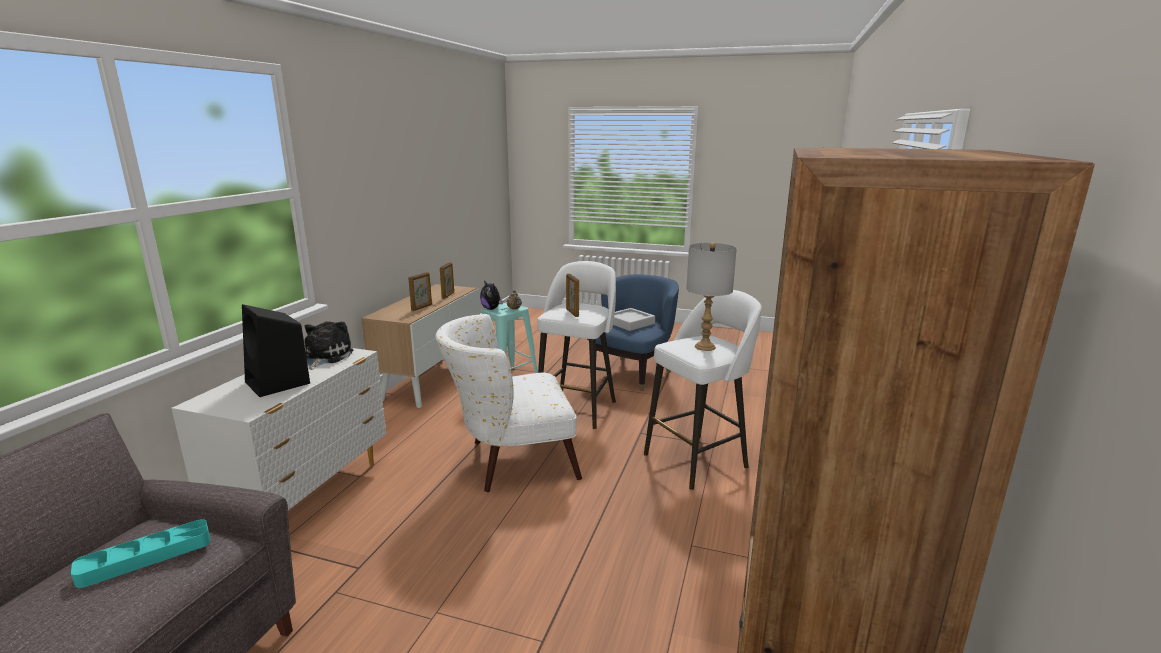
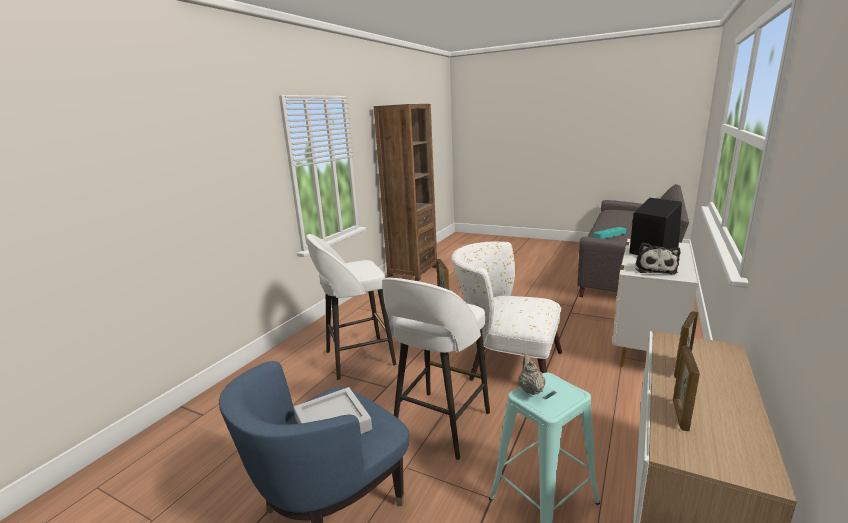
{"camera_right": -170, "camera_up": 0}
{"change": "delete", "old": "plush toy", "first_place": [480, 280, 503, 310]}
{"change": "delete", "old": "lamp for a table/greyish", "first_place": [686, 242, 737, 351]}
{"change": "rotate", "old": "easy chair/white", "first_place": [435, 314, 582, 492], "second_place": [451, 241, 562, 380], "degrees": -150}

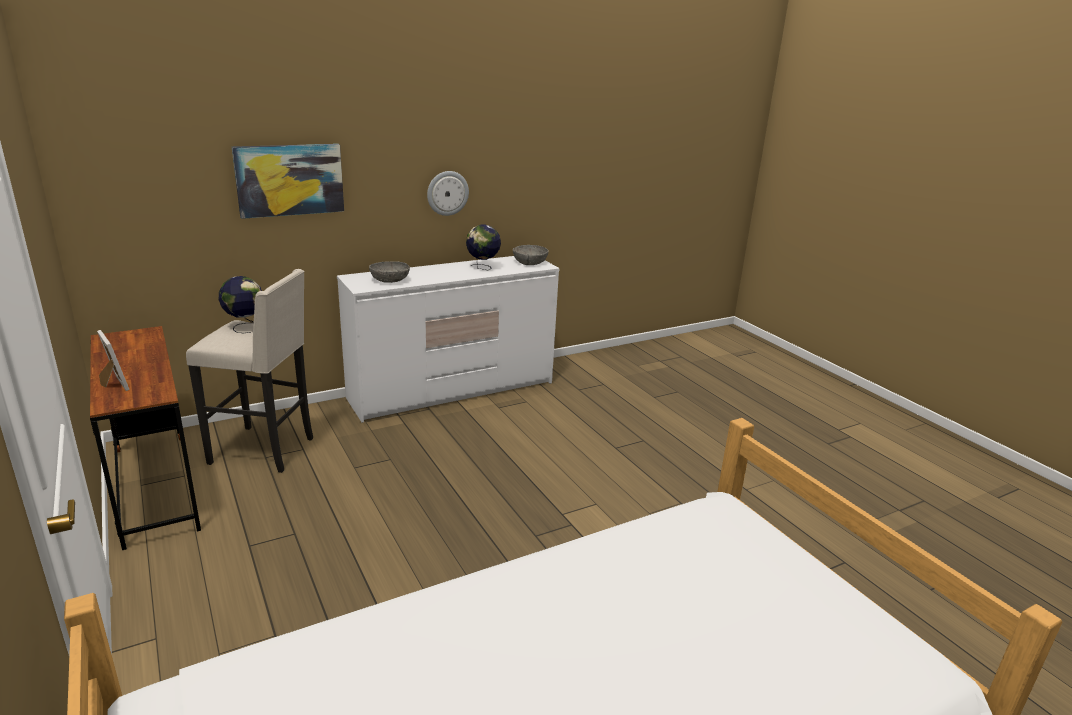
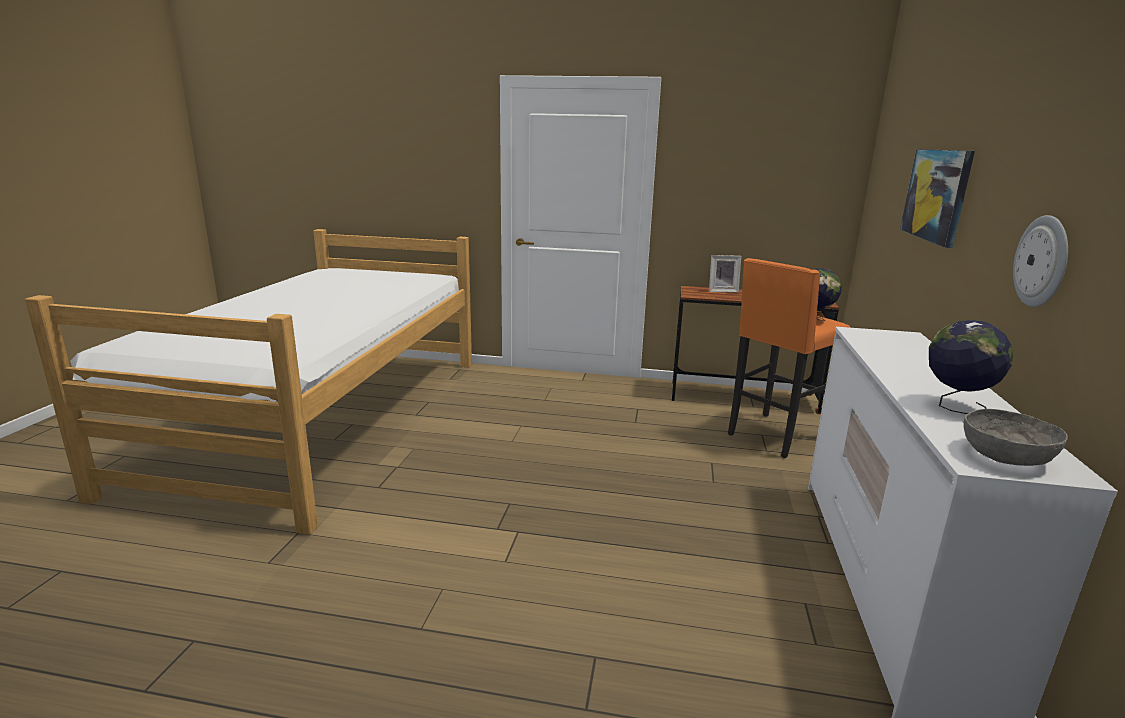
{"camera_right": 130, "camera_up": -5}
{"change": "delete", "old": "serving bowl/greyish", "first_place": [369, 261, 410, 283]}
{"change": "recolor", "old": "stool seat/beige", "new": "stool seat/orangey", "first_place": [186, 269, 313, 473], "second_place": [728, 258, 850, 458]}

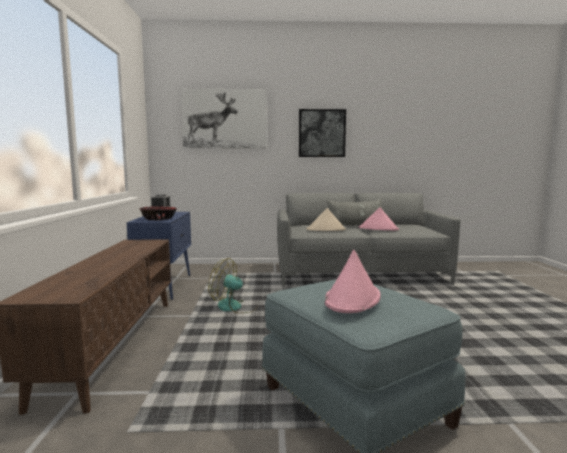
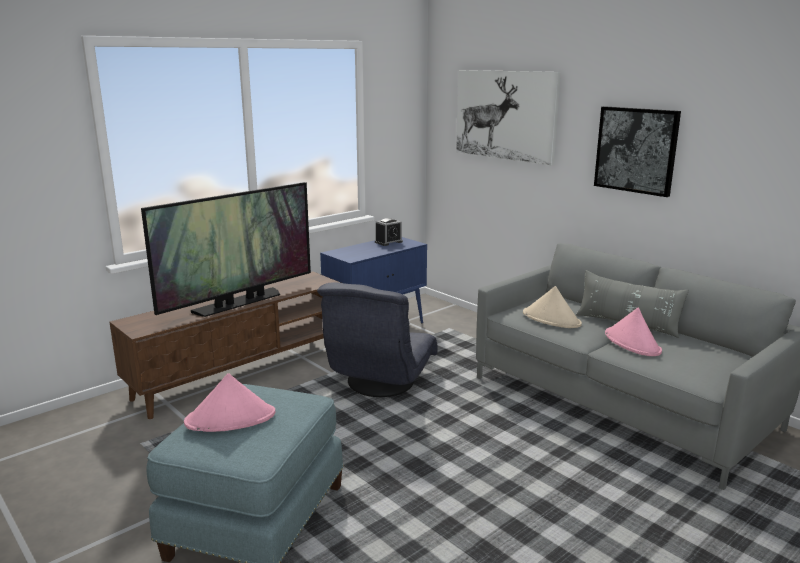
{"camera_right": 50, "camera_up": 10}
{"change": "delete", "old": "serving bowl", "first_place": [140, 206, 177, 220]}
{"change": "insert", "new": "TV", "second_place": [141, 182, 311, 317]}
{"change": "replace", "old": "electric fan", "new": "easy chair/greyish", "first_place": [208, 258, 258, 313], "second_place": [317, 282, 438, 397]}

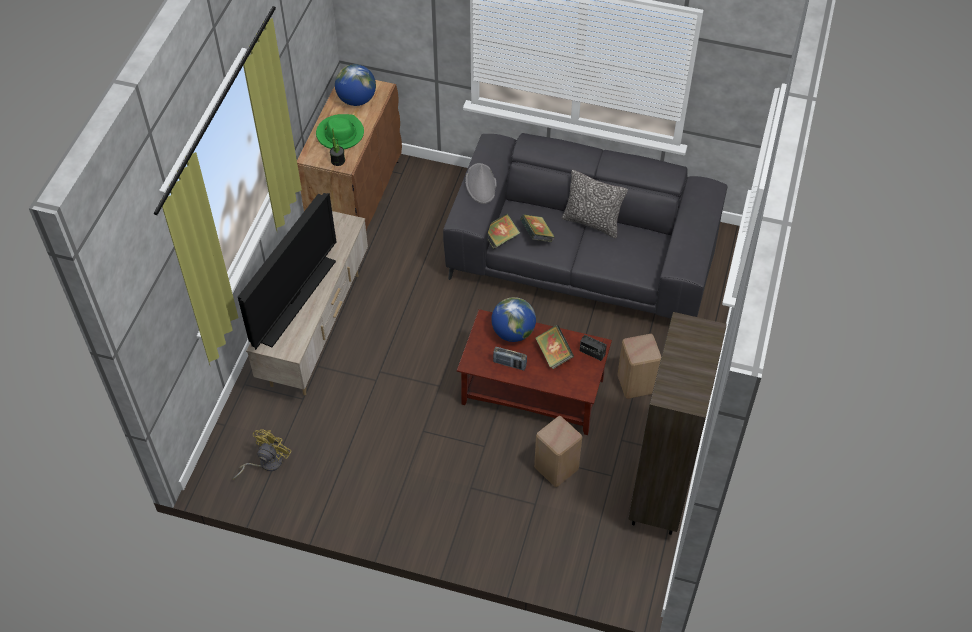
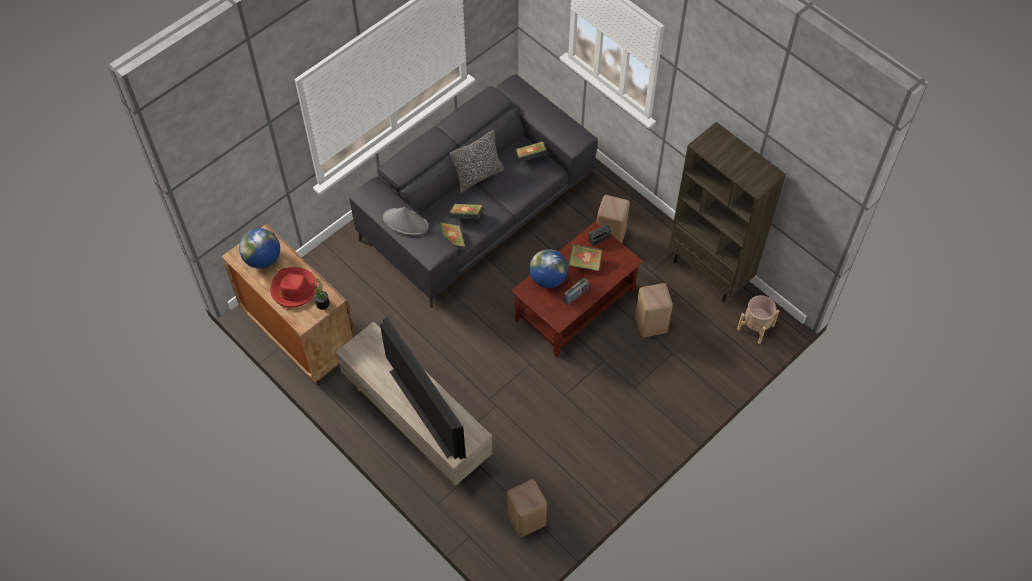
{"camera_right": -60, "camera_up": 5}
{"change": "insert", "new": "bound book", "second_place": [516, 142, 547, 163]}
{"change": "insert", "new": "plant pot/beige", "second_place": [737, 295, 779, 344]}
{"change": "replace", "old": "electric fan/yellow-coloured", "new": "stool seat/beige", "first_place": [233, 429, 292, 480], "second_place": [507, 479, 547, 537]}
{"change": "recolor", "old": "clothing hat/green", "new": "clothing hat/reddish", "first_place": [316, 114, 364, 149], "second_place": [270, 267, 317, 308]}

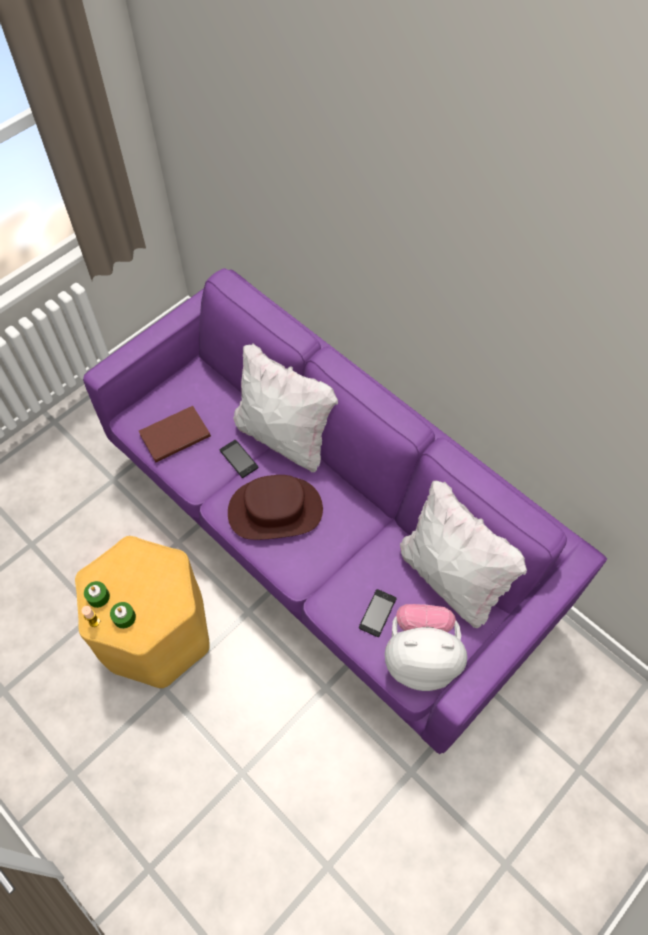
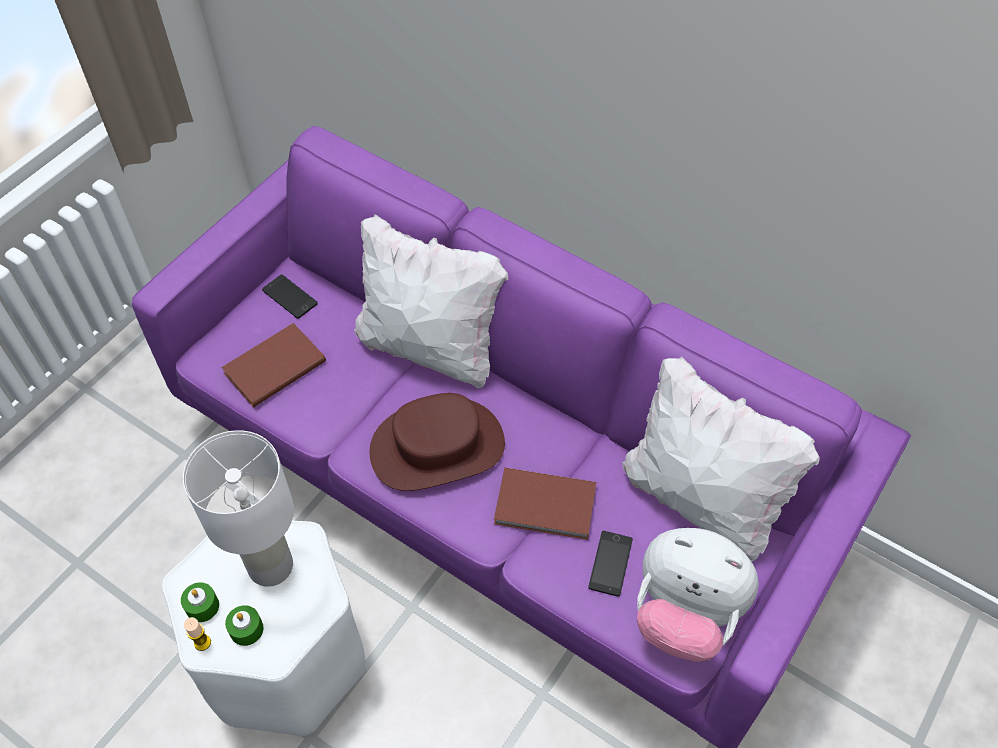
{"camera_right": -10, "camera_up": -5}
{"change": "insert", "new": "lamp for a table/white", "second_place": [183, 430, 294, 587]}
{"change": "insert", "new": "bound book/brown-coloured", "second_place": [494, 468, 596, 540]}
{"change": "move", "old": "phone", "first_place": [220, 440, 259, 478], "second_place": [262, 274, 318, 319]}
{"change": "recolor", "old": "stool seat/yellow-coloured", "new": "stool seat/white", "first_place": [75, 536, 210, 688], "second_place": [162, 520, 366, 736]}
{"change": "rotate", "old": "plush toy", "first_place": [385, 604, 467, 691], "second_place": [637, 528, 759, 662], "degrees": -150}

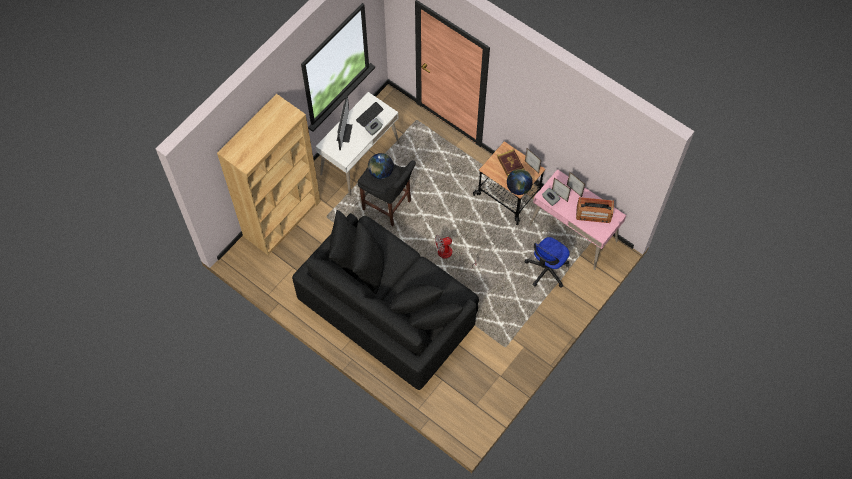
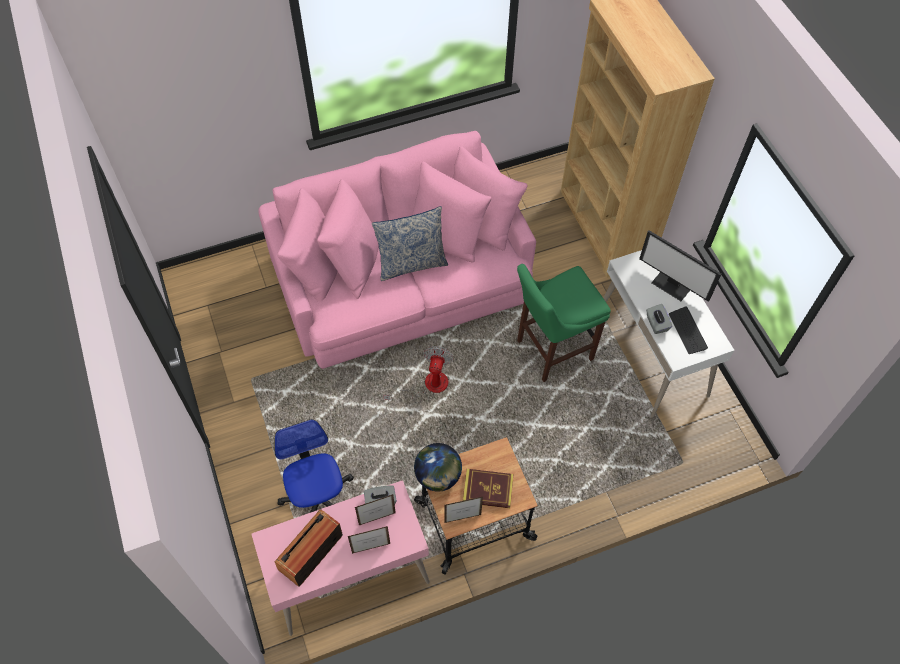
{"camera_right": 120, "camera_up": -5}
{"change": "delete", "old": "world globe", "first_place": [368, 153, 394, 179]}
{"change": "insert", "new": "pillow", "second_place": [372, 206, 448, 281]}
{"change": "recolor", "old": "settee/black", "new": "settee/pink-coloured", "first_place": [292, 210, 479, 390], "second_place": [258, 131, 536, 369]}
{"change": "recolor", "old": "stool seat/black", "new": "stool seat/green", "first_place": [358, 160, 416, 226], "second_place": [517, 264, 611, 382]}

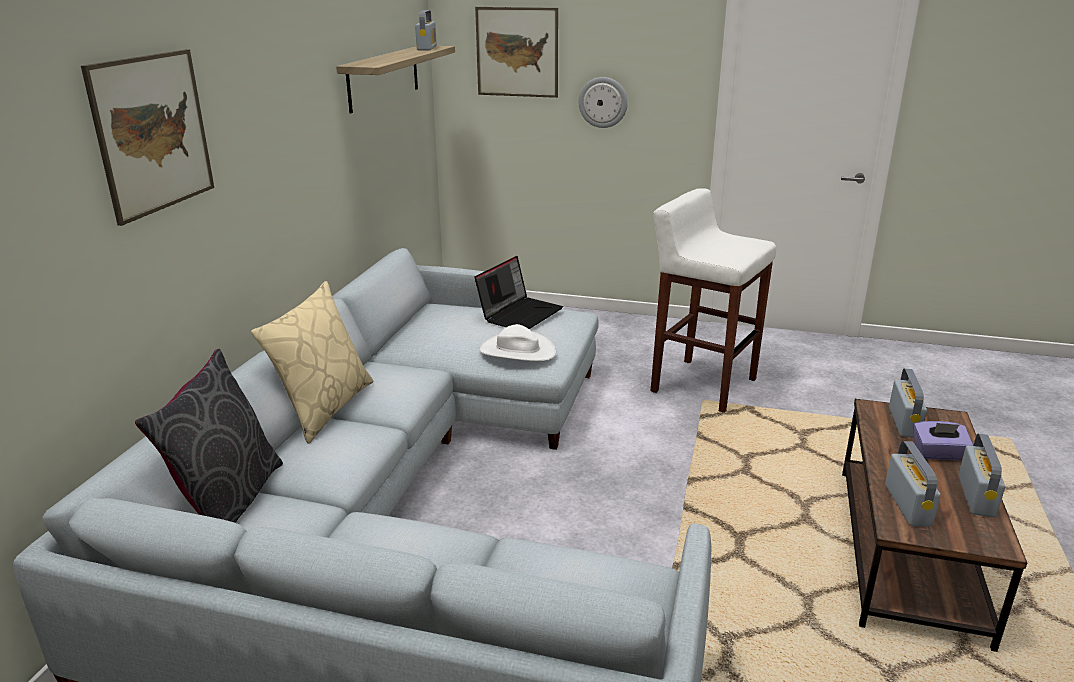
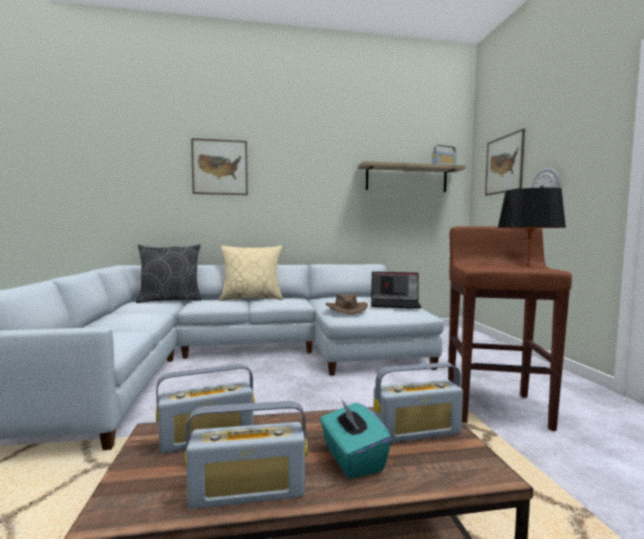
{"camera_right": 65, "camera_up": -20}
{"change": "insert", "new": "lamp for a table/black", "second_place": [497, 188, 566, 267]}
{"change": "recolor", "old": "clothing hat/white", "new": "clothing hat/brown-coloured", "first_place": [480, 324, 556, 361], "second_place": [326, 294, 368, 314]}
{"change": "recolor", "old": "stool seat/white", "new": "stool seat/brown-coloured", "first_place": [651, 188, 776, 413], "second_place": [448, 226, 572, 431]}
{"change": "recolor", "old": "tissue holder/purple", "new": "tissue holder/blue-green", "first_place": [913, 421, 973, 460], "second_place": [320, 398, 392, 479]}

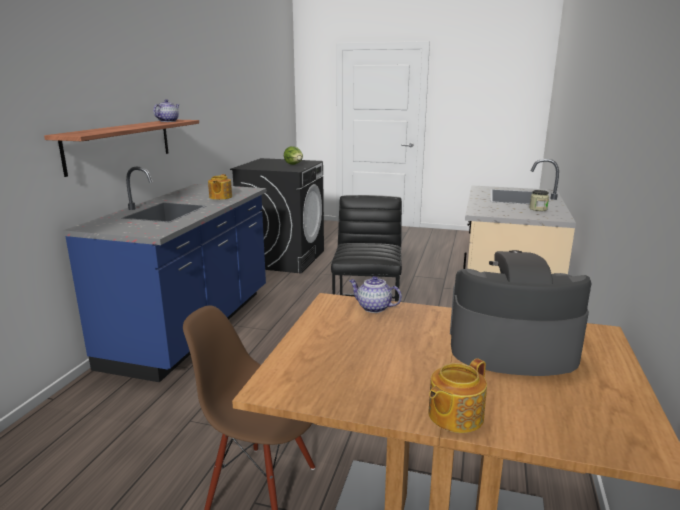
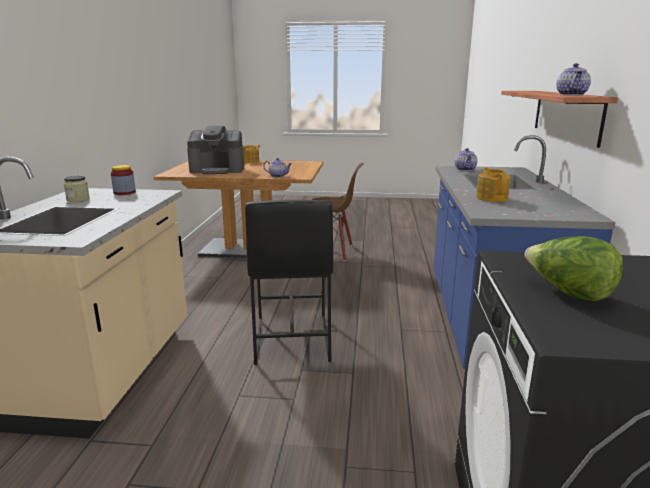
{"camera_right": 170, "camera_up": 0}
{"change": "insert", "new": "storage jar", "second_place": [111, 165, 136, 195]}
{"change": "insert", "new": "teapot", "second_place": [455, 148, 478, 171]}

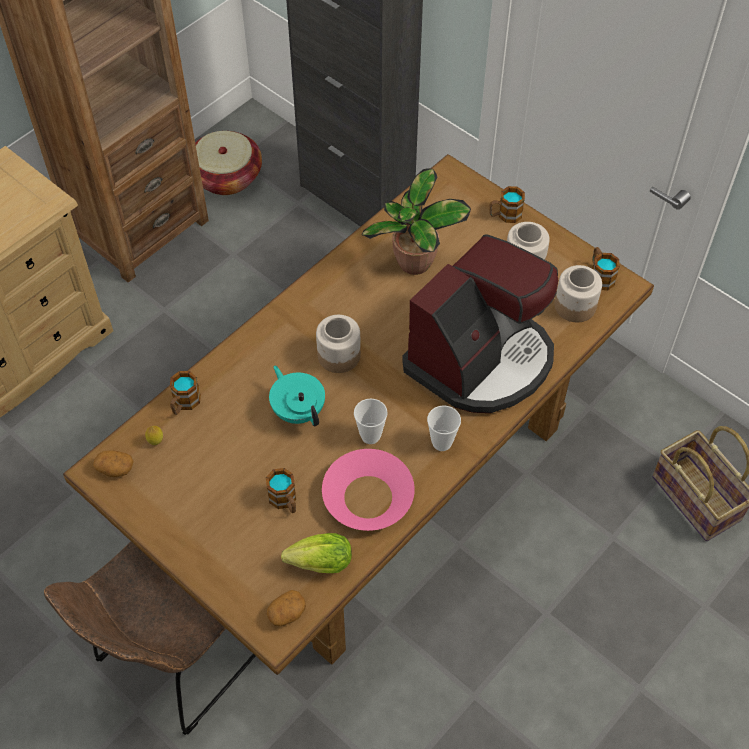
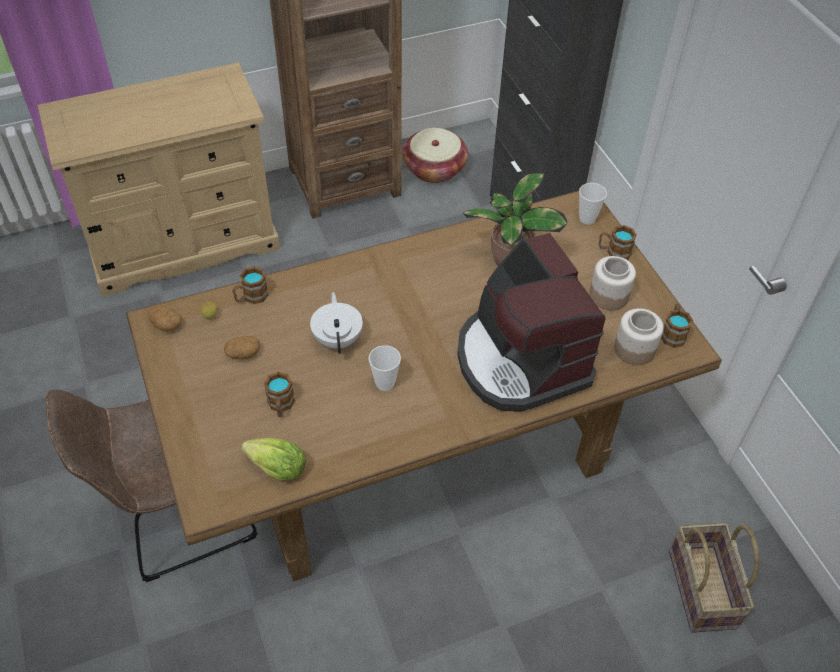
{"camera_right": 25, "camera_up": -5}
{"change": "delete", "old": "storage jar", "first_place": [316, 315, 361, 373]}
{"change": "delete", "old": "serving bowl/pink-coloured", "first_place": [322, 449, 415, 531]}
{"change": "move", "old": "whole potato", "first_place": [267, 590, 306, 626], "second_place": [224, 336, 260, 360]}
{"change": "move", "old": "small cup", "first_place": [427, 405, 461, 451], "second_place": [579, 183, 607, 224]}
{"change": "recolor", "old": "teapot/blue-green", "new": "teapot/white", "first_place": [269, 365, 325, 426], "second_place": [310, 292, 363, 354]}
{"change": "rotate", "old": "coffee brewer", "first_place": [402, 235, 558, 413], "second_place": [457, 233, 606, 412], "degrees": 90}

